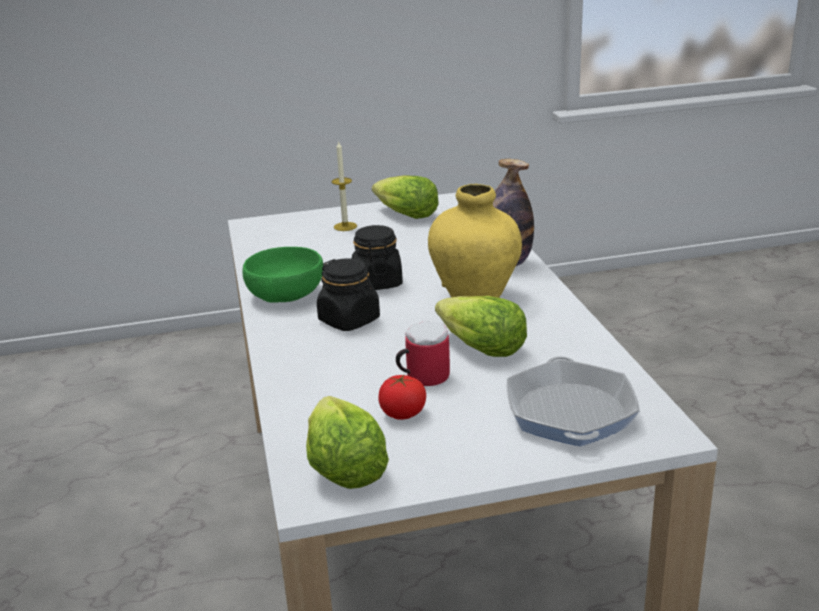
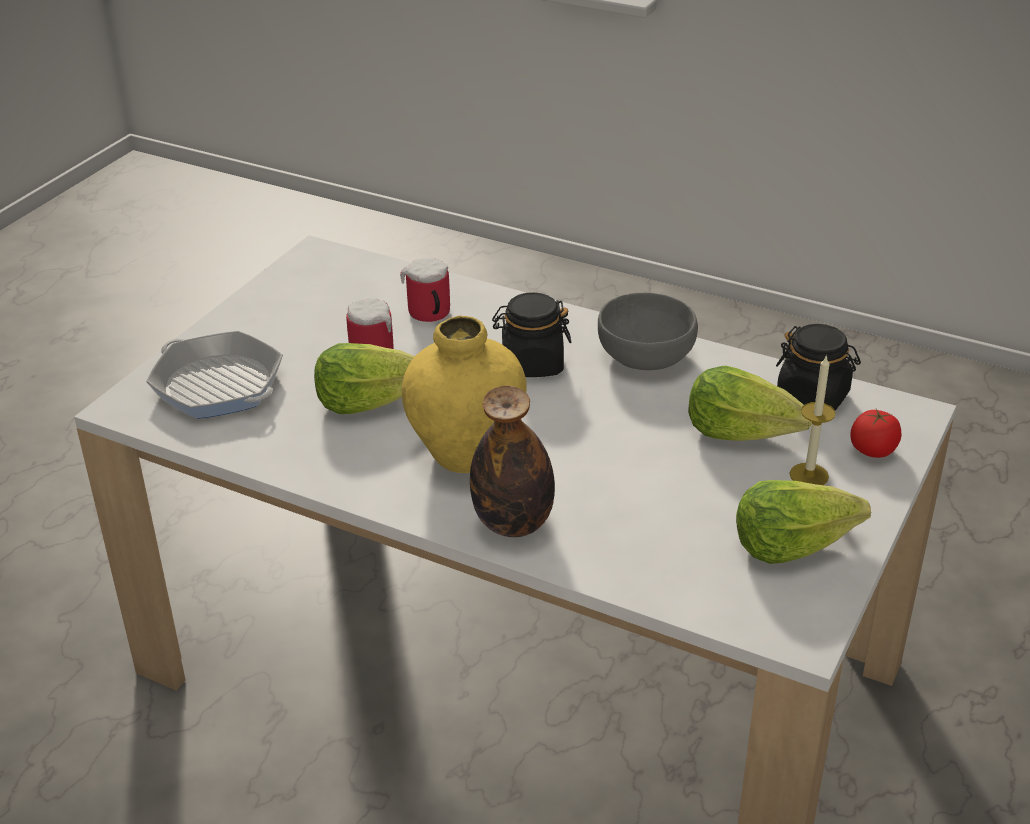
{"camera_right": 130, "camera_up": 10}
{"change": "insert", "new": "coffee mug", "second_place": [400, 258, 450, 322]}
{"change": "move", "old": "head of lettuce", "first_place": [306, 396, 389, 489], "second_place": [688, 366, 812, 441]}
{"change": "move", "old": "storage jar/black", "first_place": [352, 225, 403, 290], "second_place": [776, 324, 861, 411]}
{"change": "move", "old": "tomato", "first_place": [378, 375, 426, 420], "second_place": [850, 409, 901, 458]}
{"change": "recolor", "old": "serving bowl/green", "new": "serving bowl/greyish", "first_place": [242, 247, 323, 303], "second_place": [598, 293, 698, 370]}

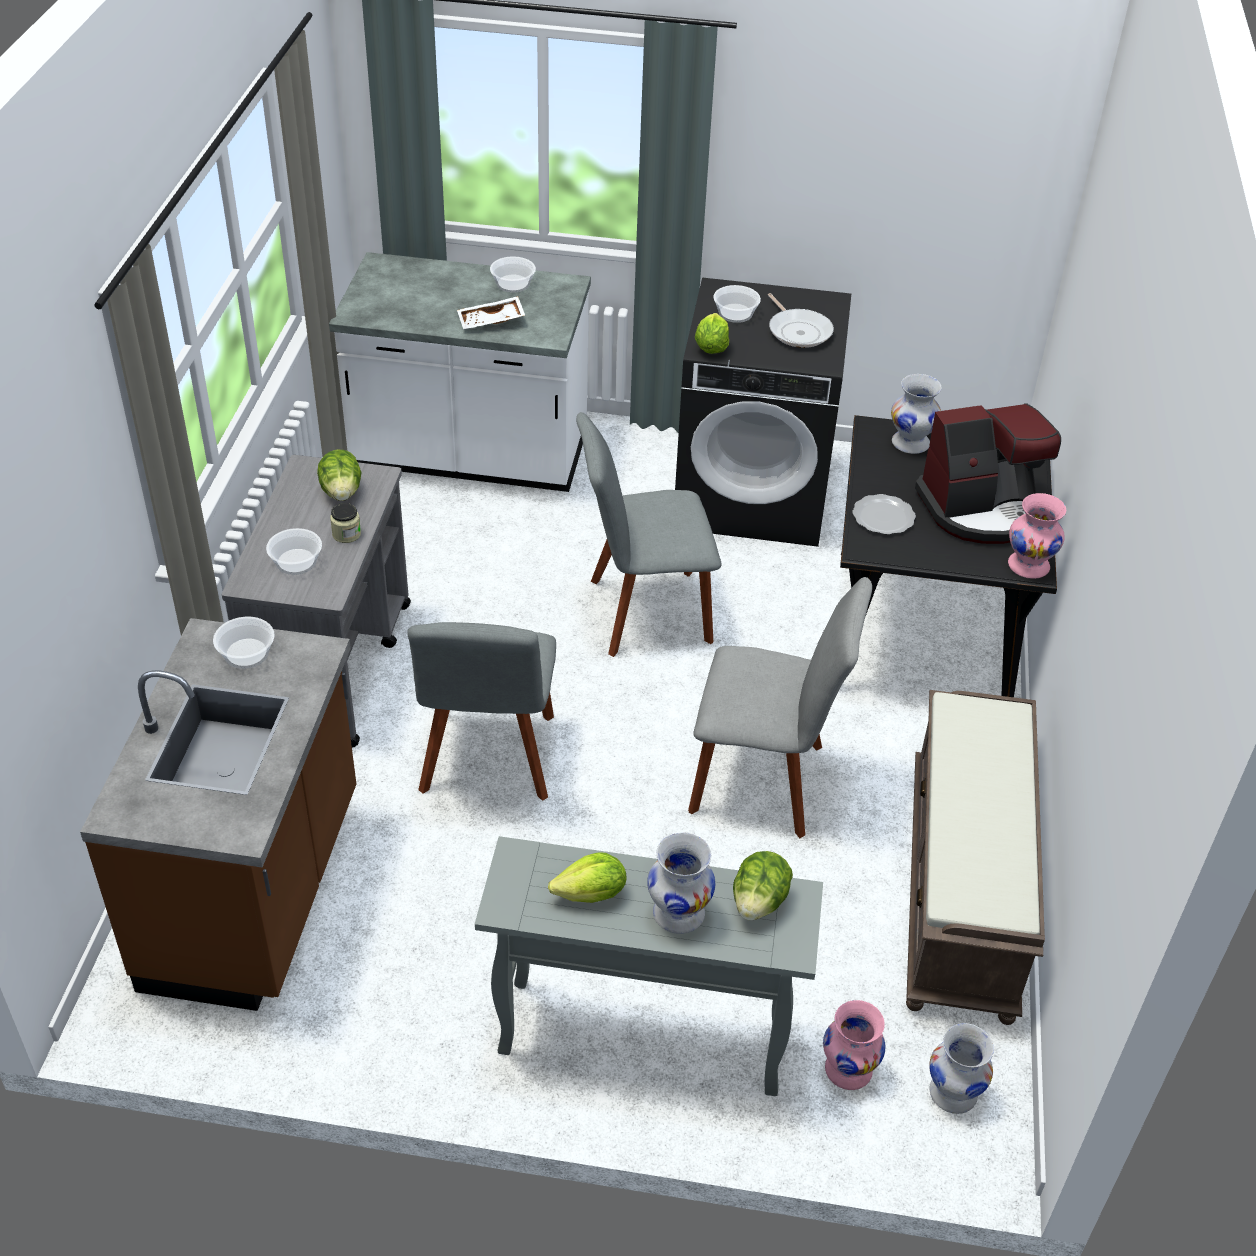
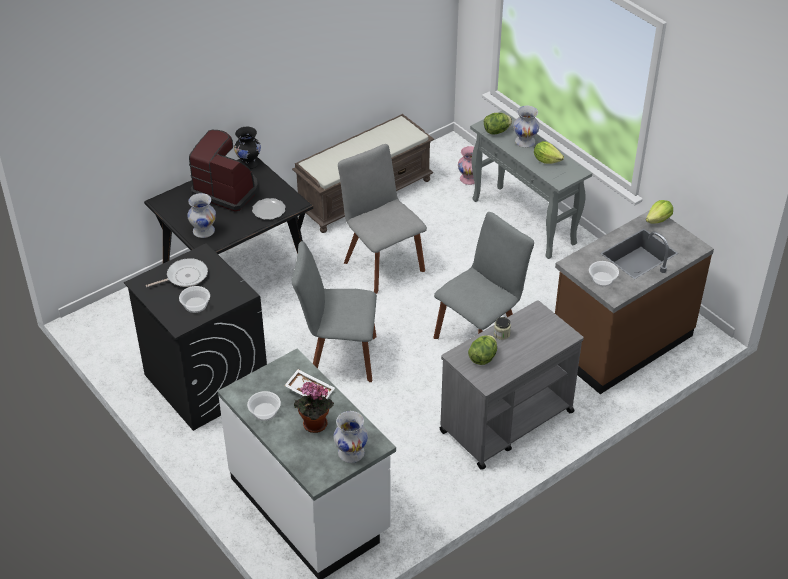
{"camera_right": -135, "camera_up": 0}
{"change": "delete", "old": "serving bowl", "first_place": [266, 528, 322, 575]}
{"change": "insert", "new": "houseplant", "second_place": [294, 382, 334, 433]}
{"change": "move", "old": "head of lettuce", "first_place": [695, 313, 729, 354], "second_place": [646, 200, 673, 224]}
{"change": "move", "old": "decorative vase/white", "first_place": [929, 1023, 994, 1114], "second_place": [333, 411, 368, 463]}
{"change": "recolor", "old": "decorative vase/pink-coloured", "new": "decorative vase/black", "first_place": [1008, 493, 1066, 579], "second_place": [234, 127, 261, 169]}
{"change": "rotate", "old": "plain chair/greyish", "first_place": [576, 412, 721, 657], "second_place": [292, 241, 377, 382], "degrees": 150}
{"change": "rotate", "old": "skillet", "first_place": [768, 293, 834, 348], "second_place": [146, 258, 208, 287], "degrees": 45}

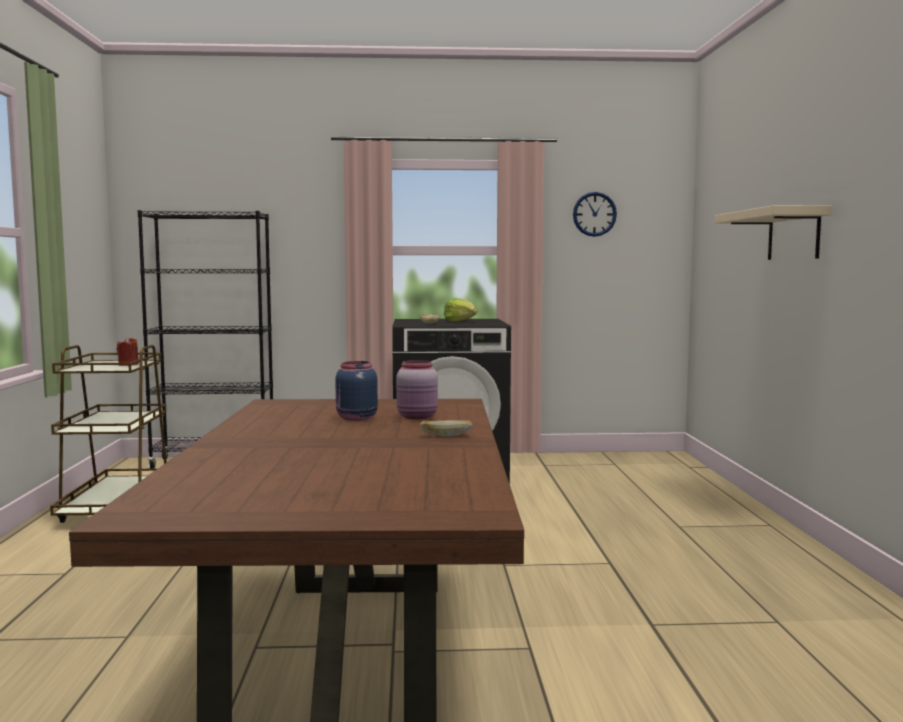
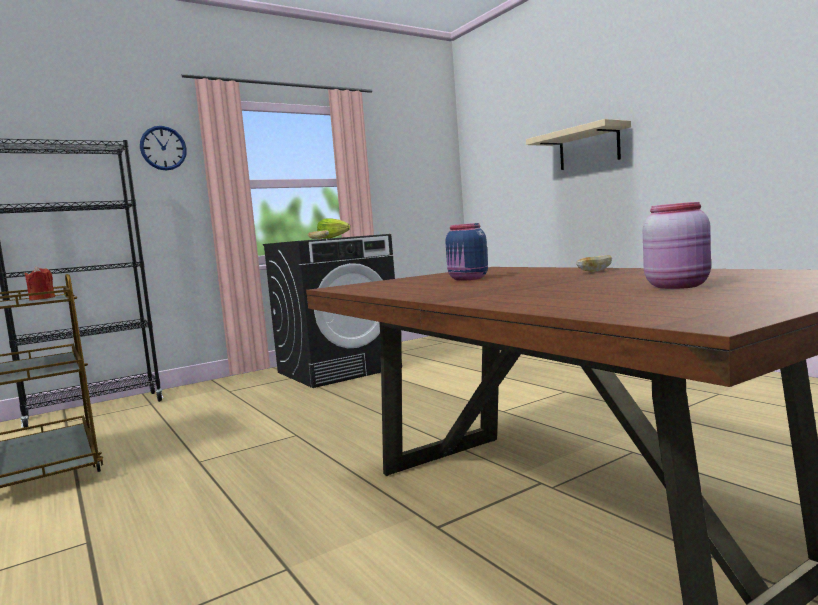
{"camera_right": -30, "camera_up": 0}
{"change": "move", "old": "storage jar/pink-coloured", "first_place": [396, 360, 438, 419], "second_place": [643, 202, 711, 289]}
{"change": "move", "old": "clock on the wall", "first_place": [573, 192, 617, 237], "second_place": [140, 126, 187, 171]}

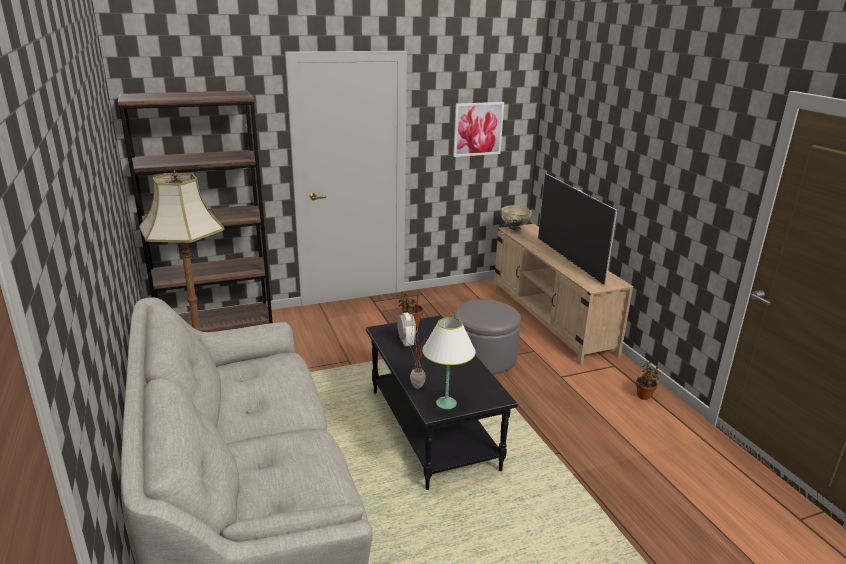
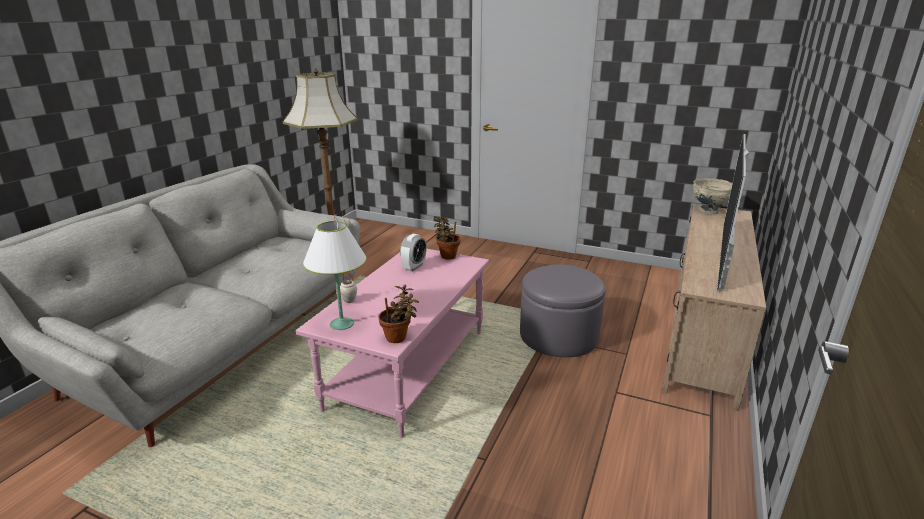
{"camera_right": 45, "camera_up": 0}
{"change": "delete", "old": "bookshelf/brown-coloured", "first_place": [118, 90, 273, 332]}
{"change": "delete", "old": "wall picture", "first_place": [453, 102, 504, 157]}
{"change": "move", "old": "houseplant", "first_place": [636, 361, 661, 400], "second_place": [379, 284, 419, 343]}
{"change": "recolor", "old": "coffee table/black", "new": "coffee table/pink-coloured", "first_place": [366, 316, 518, 490], "second_place": [296, 249, 489, 438]}

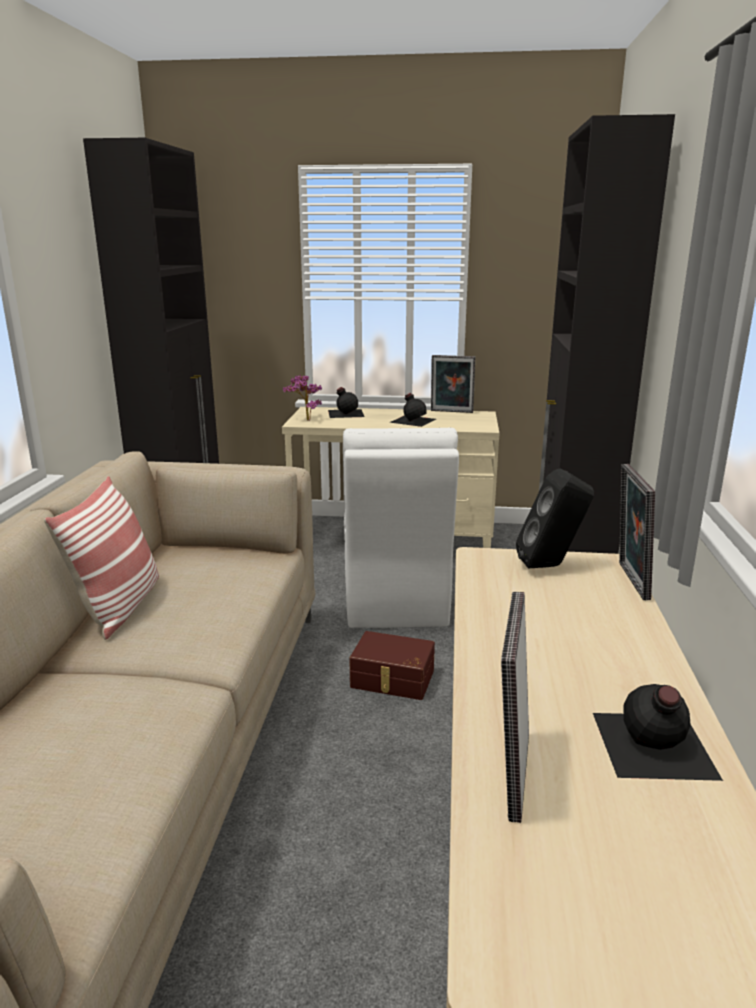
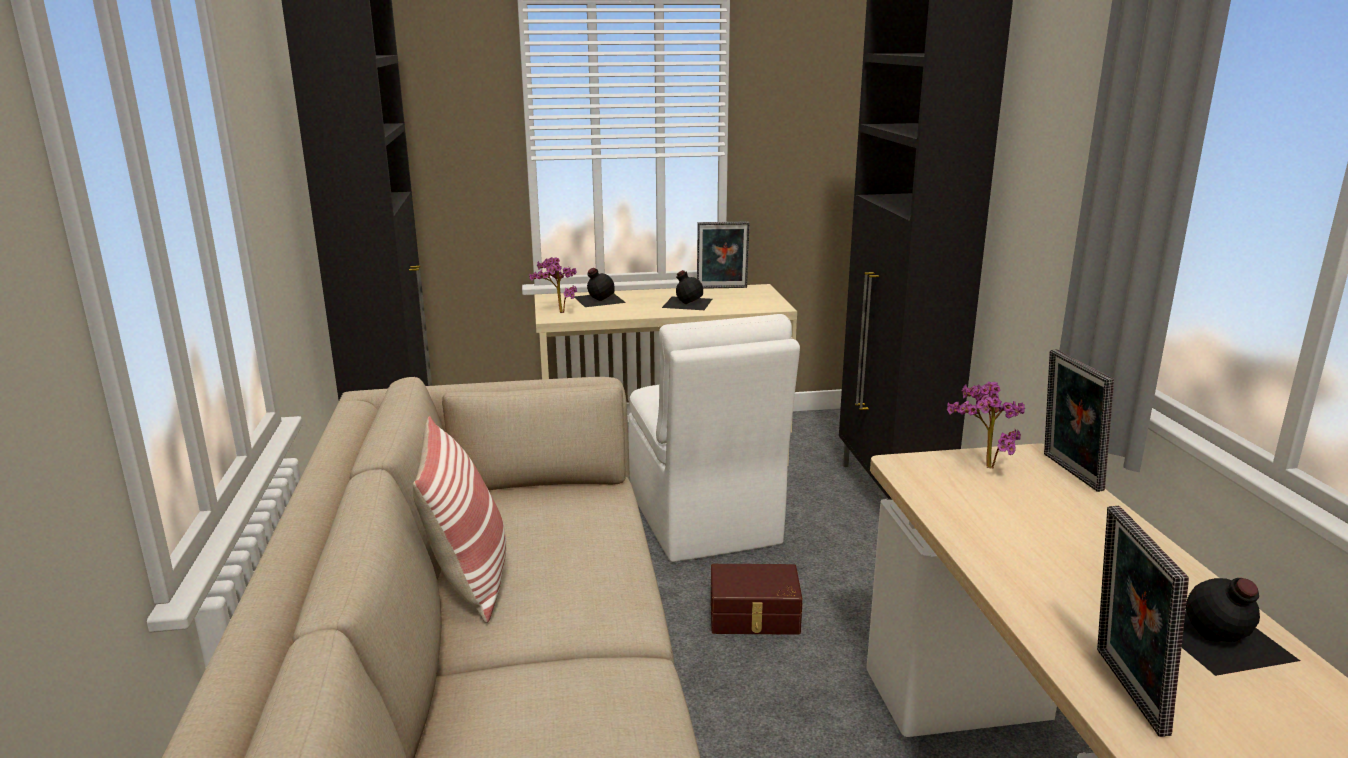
{"camera_right": -15, "camera_up": 0}
{"change": "replace", "old": "loudspeaker/black", "new": "houseplant", "first_place": [516, 468, 594, 569], "second_place": [947, 381, 1025, 469]}

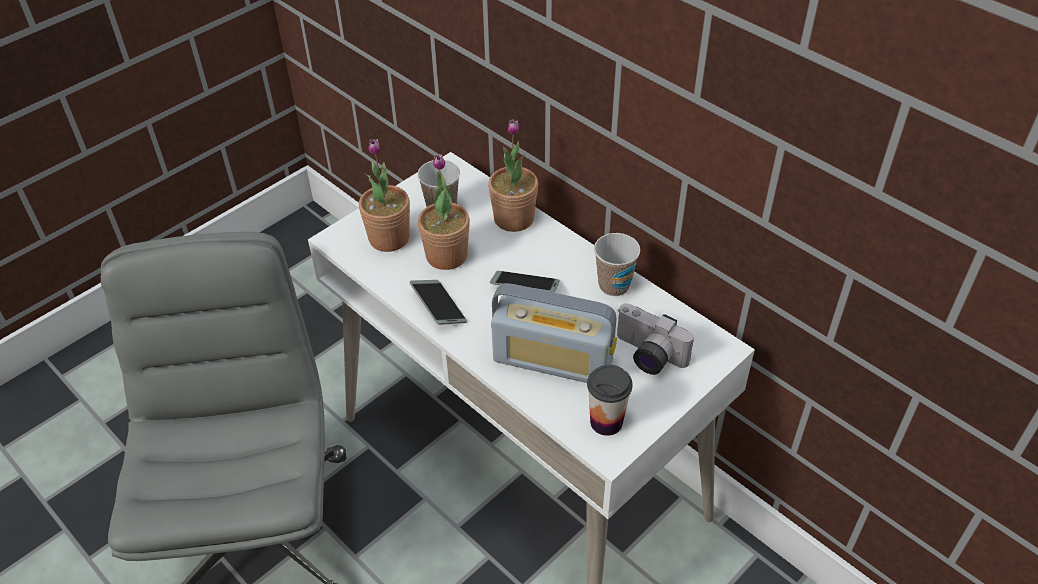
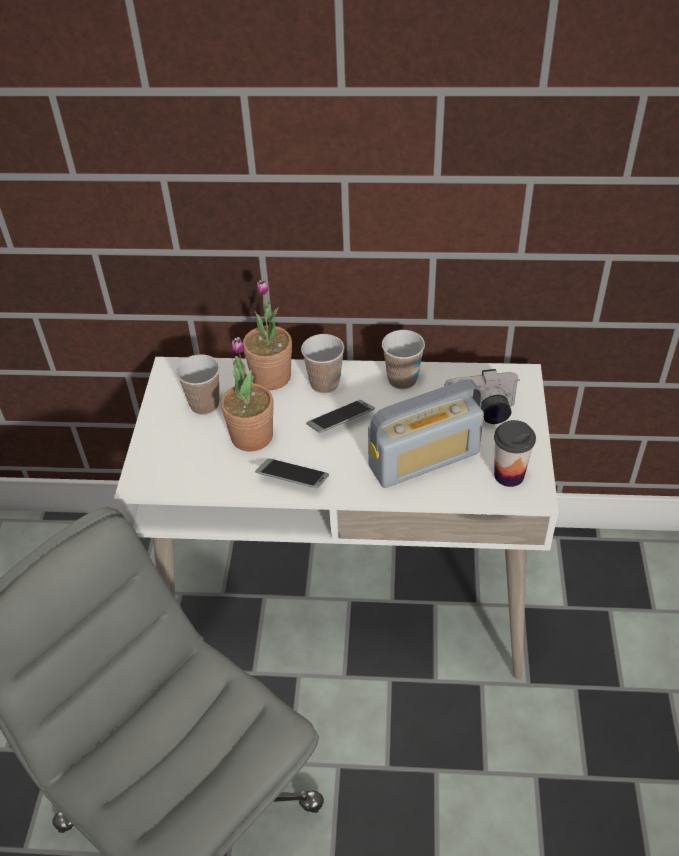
{"camera_right": -40, "camera_up": 0}
{"change": "delete", "old": "houseplant", "first_place": [359, 139, 410, 252]}
{"change": "insert", "new": "small cup", "second_place": [301, 334, 344, 393]}

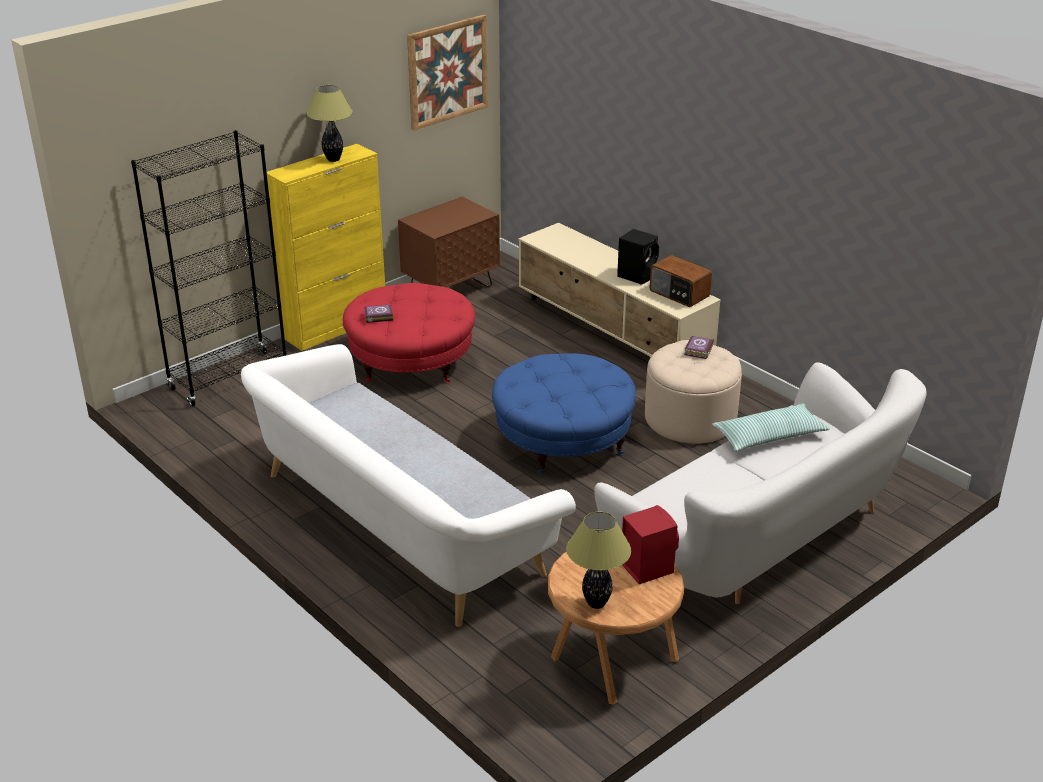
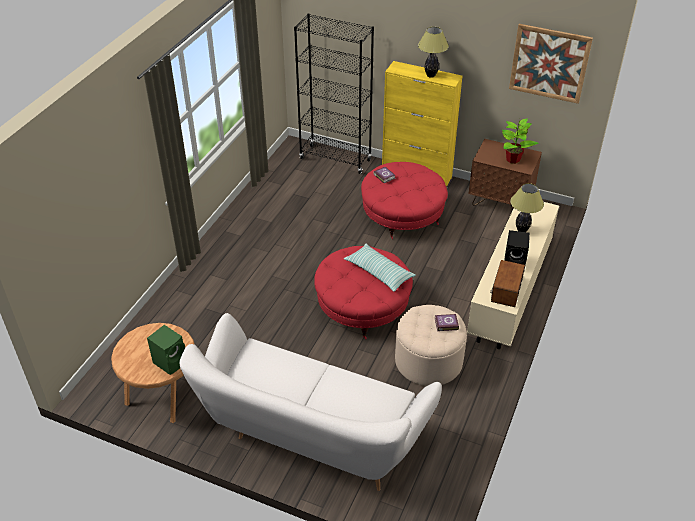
{"camera_right": 65, "camera_up": 10}
{"change": "delete", "old": "settee/white", "first_place": [241, 344, 576, 627]}
{"change": "insert", "new": "houseplant", "second_place": [502, 118, 539, 164]}
{"change": "move", "old": "lamp for a table", "first_place": [566, 512, 631, 609], "second_place": [510, 183, 544, 232]}
{"change": "move", "old": "pillow", "first_place": [712, 403, 830, 451], "second_place": [344, 244, 416, 292]}
{"change": "recolor", "old": "footrest/blue", "new": "footrest/reddish", "first_place": [492, 353, 636, 474], "second_place": [314, 246, 413, 339]}
{"change": "recolor", "old": "loudspeaker/reddish", "new": "loudspeaker/green", "first_place": [622, 505, 679, 584], "second_place": [147, 325, 185, 375]}

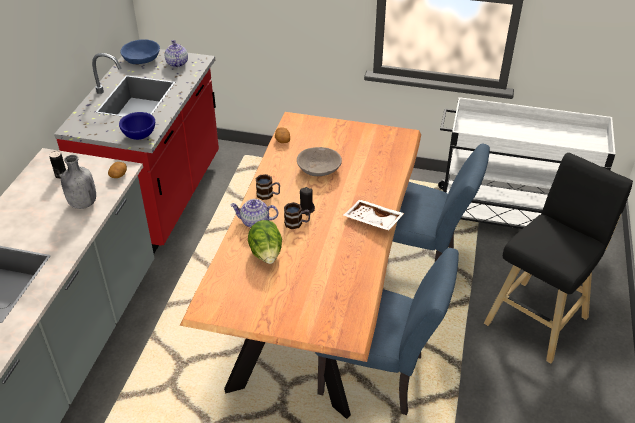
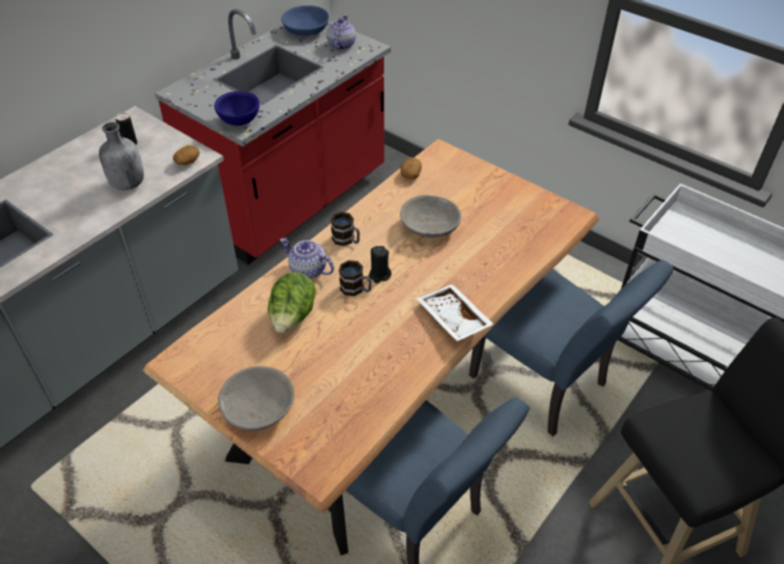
{"camera_right": 25, "camera_up": 5}
{"change": "insert", "new": "serving bowl/greyish", "second_place": [218, 366, 294, 431]}

